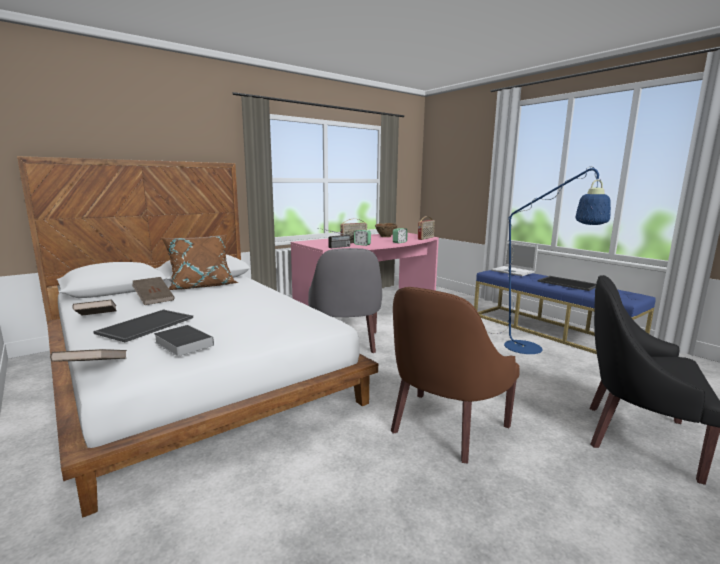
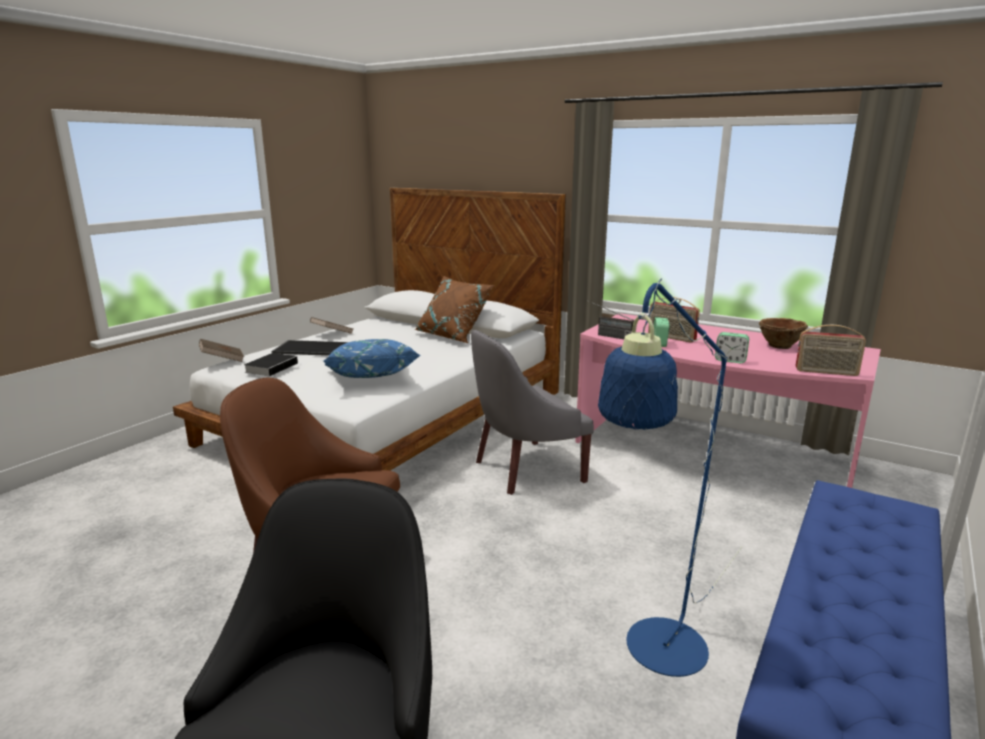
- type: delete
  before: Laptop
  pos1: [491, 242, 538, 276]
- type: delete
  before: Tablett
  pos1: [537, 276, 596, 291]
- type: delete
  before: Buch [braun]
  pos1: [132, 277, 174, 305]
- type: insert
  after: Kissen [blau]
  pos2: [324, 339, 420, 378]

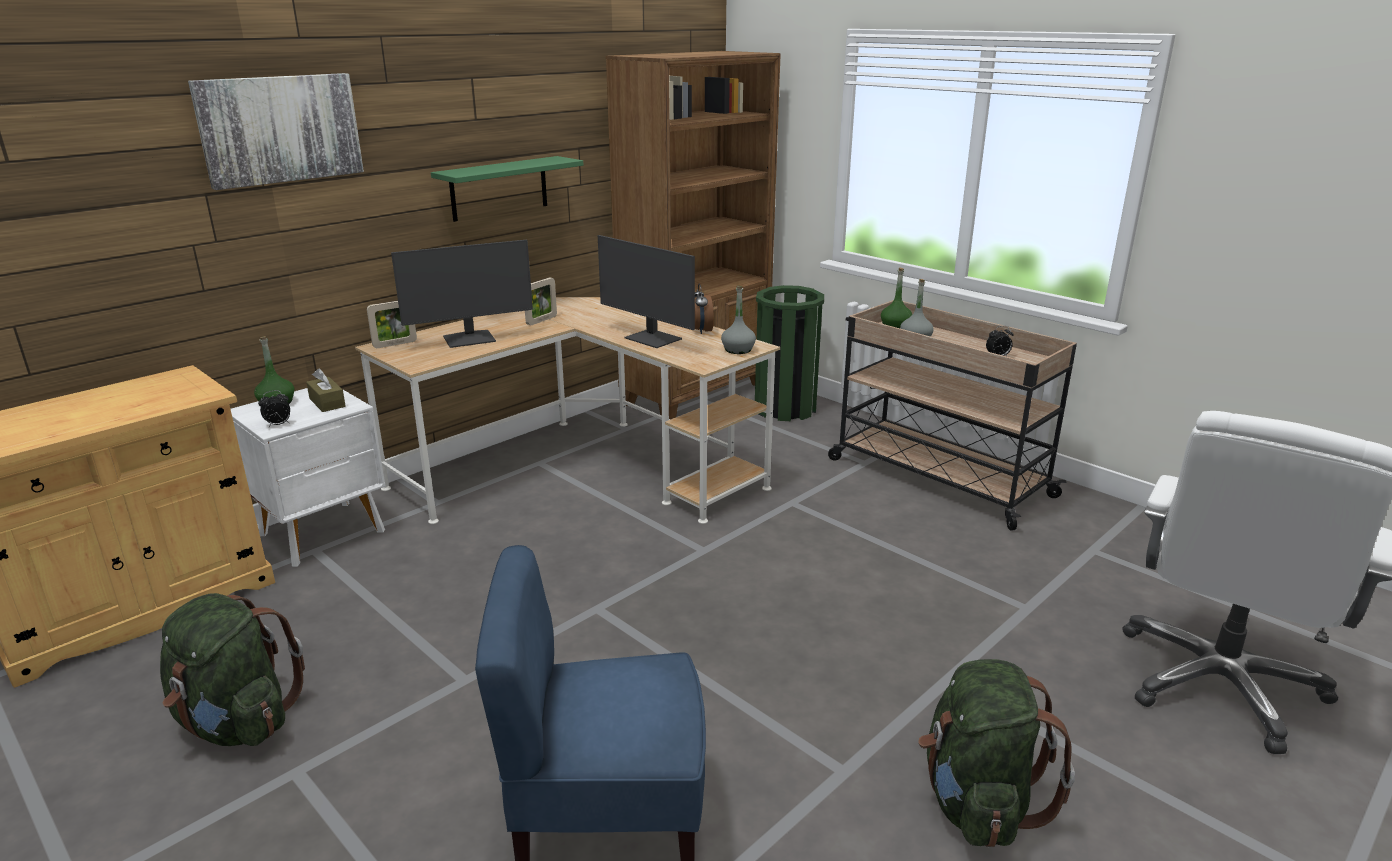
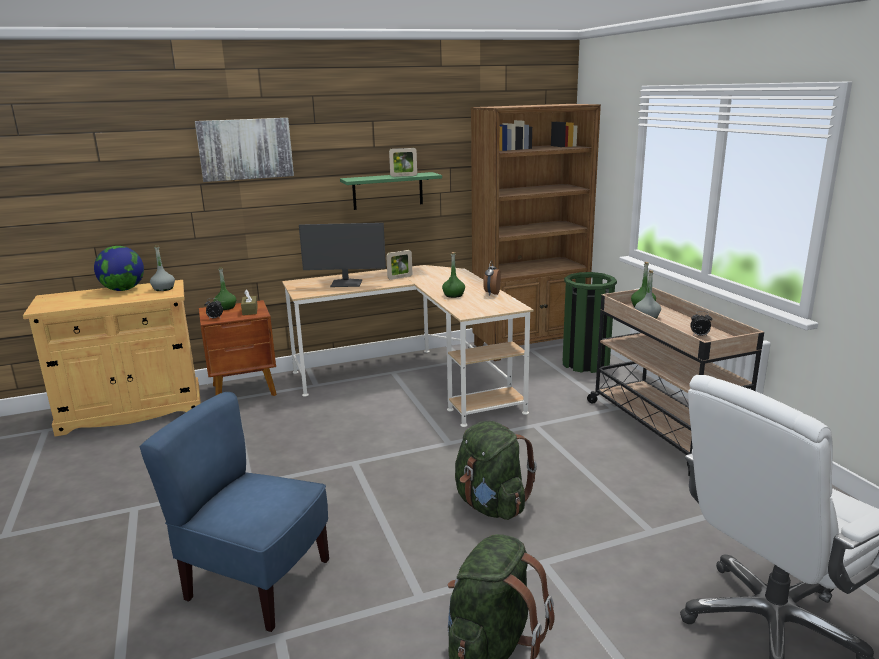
- type: replace
  before: Monitor
  after: Flasche [grün]
  pos1: [598, 235, 695, 348]
  pos2: [442, 252, 465, 298]
- type: move
  before: Flasche [grau]
  pos1: [721, 286, 756, 354]
  pos2: [150, 245, 175, 291]
- type: move
  before: Bilderrahmen
  pos1: [367, 301, 417, 348]
  pos2: [389, 148, 417, 177]
- type: recolor
  before: Nachttisch [weiß]
  after: Nachttisch [braun]
  pos1: [231, 388, 386, 567]
  pos2: [199, 300, 277, 396]
- type: move
  before: Rucksack [grün]
  pos1: [160, 593, 305, 746]
  pos2: [455, 421, 537, 520]
- type: insert
  after: Globus
  pos2: [94, 246, 144, 291]

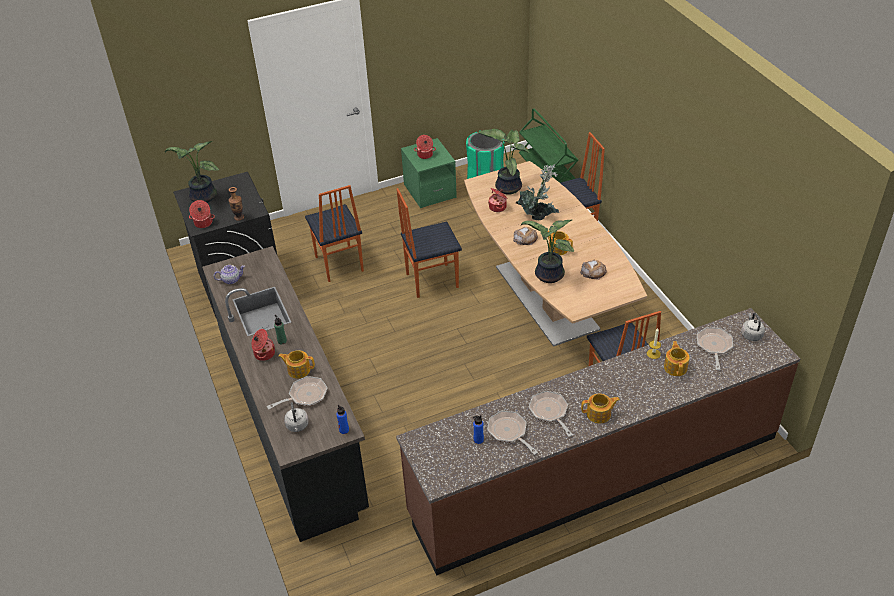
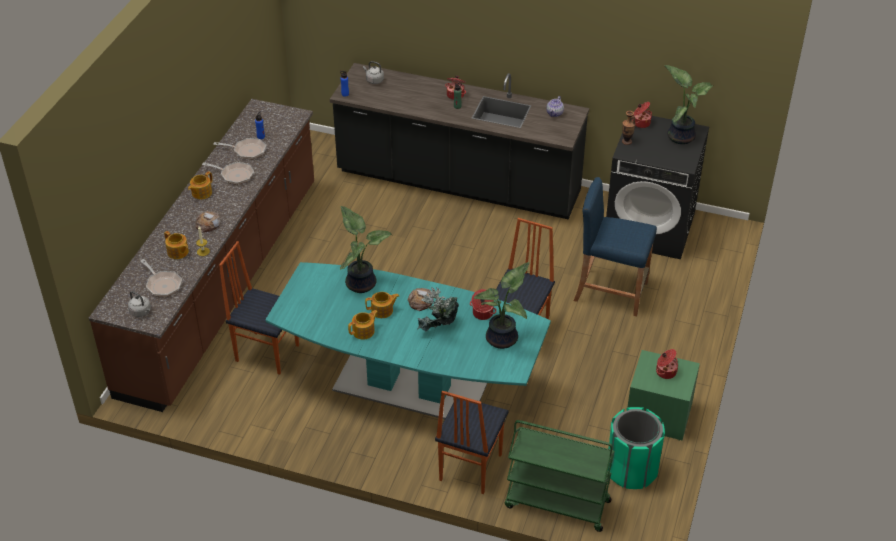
- type: recolor
  before: Esstisch [braun]
  after: Esstisch [türkis]
  pos1: [464, 161, 647, 347]
  pos2: [265, 262, 551, 419]
- type: replace
  before: Stuhl
  after: Hocker [blau]
  pos1: [305, 185, 364, 282]
  pos2: [574, 177, 657, 316]
- type: move
  before: Brot
  pos1: [580, 260, 607, 280]
  pos2: [196, 211, 220, 232]
- type: move
  before: Teekanne
  pos1: [278, 350, 315, 379]
  pos2: [348, 310, 378, 340]
- type: delete
  before: Pfanne
  pos1: [267, 376, 328, 409]

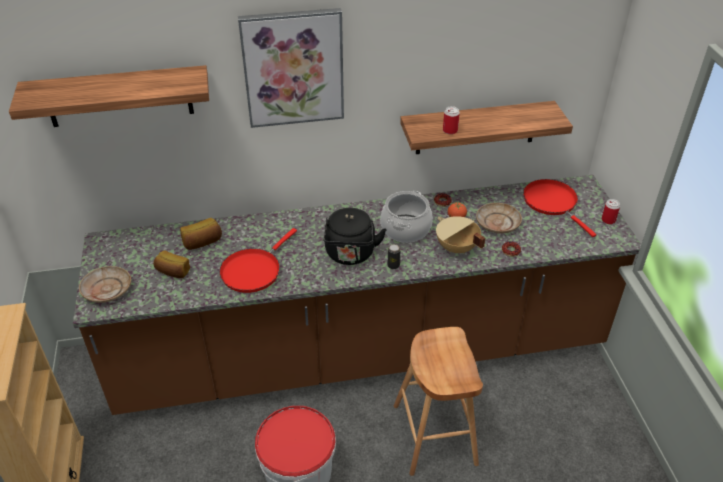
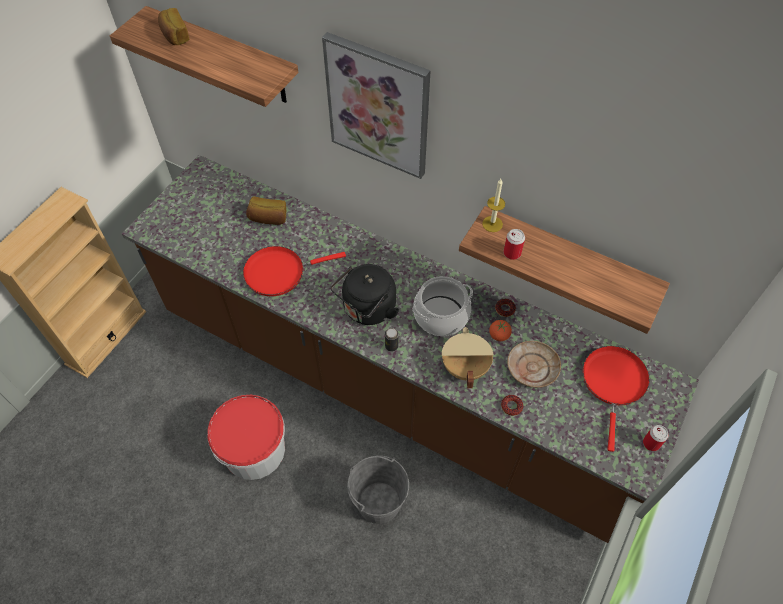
- type: move
  before: Brot
  pos1: [153, 250, 190, 278]
  pos2: [158, 8, 189, 45]
- type: delete
  before: Teller [beige]
  pos1: [79, 266, 131, 303]
- type: replace
  before: Hocker [braun]
  after: Eimer [grau]
  pos1: [394, 327, 483, 476]
  pos2: [347, 455, 409, 524]
- type: insert
  after: Kerze
  pos2: [482, 179, 505, 232]

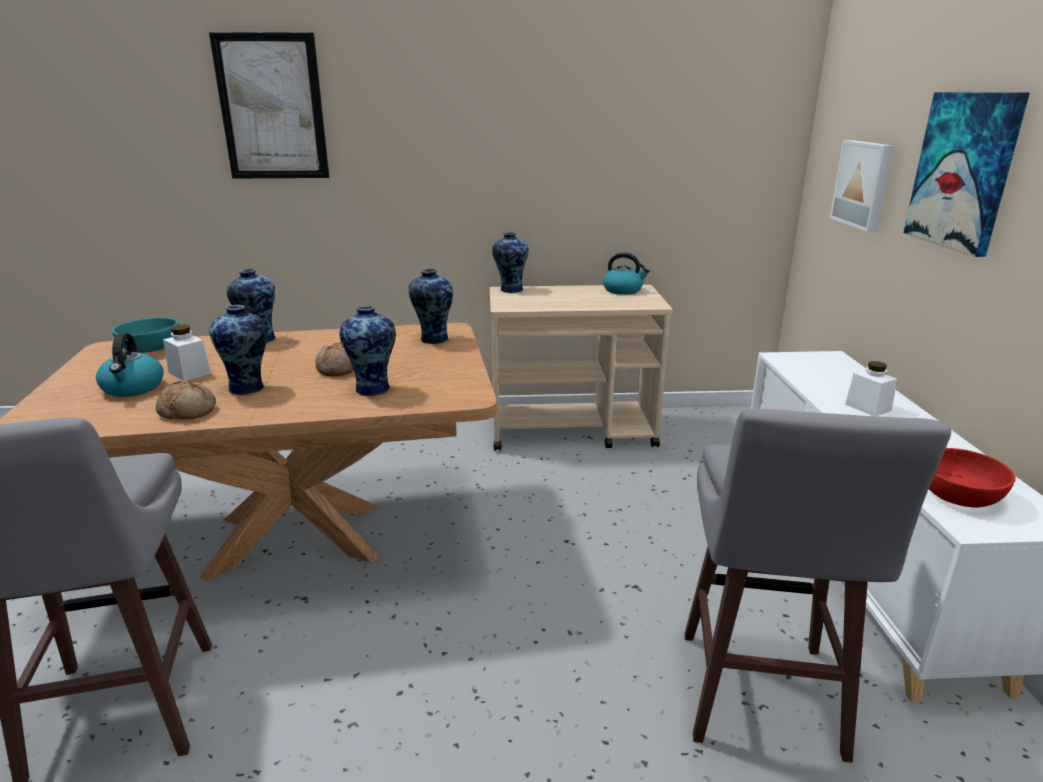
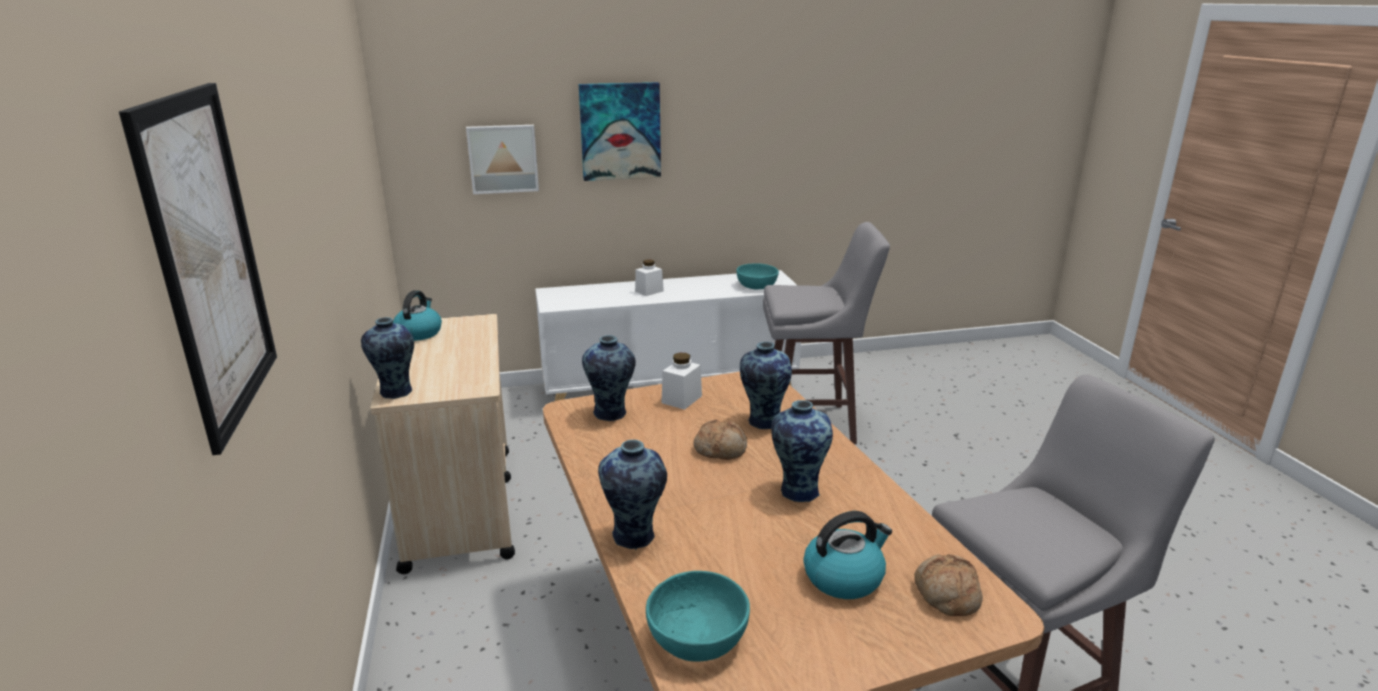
- type: move
  before: Vorratsglas [weiß]
  pos1: [163, 325, 211, 381]
  pos2: [661, 353, 702, 410]
- type: move
  before: Brot
  pos1: [156, 381, 216, 420]
  pos2: [914, 554, 983, 616]
- type: recolor
  before: Schüssel [rot]
  after: Schüssel [türkis]
  pos1: [929, 448, 1016, 508]
  pos2: [736, 263, 779, 289]

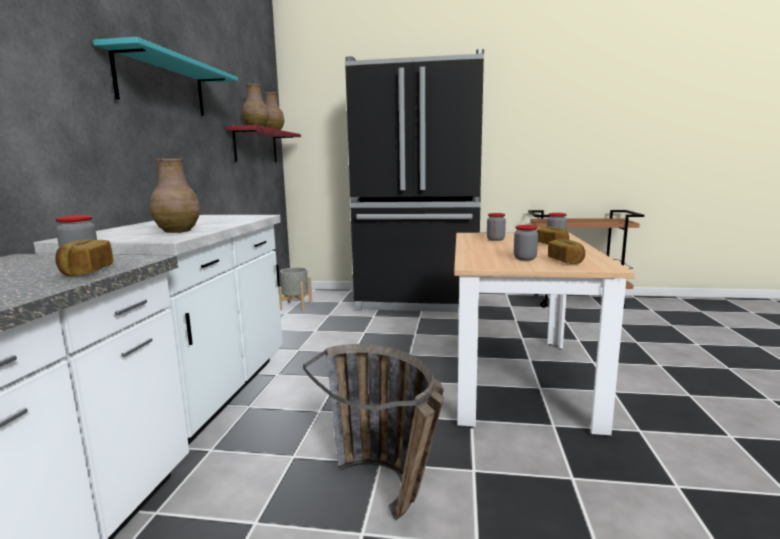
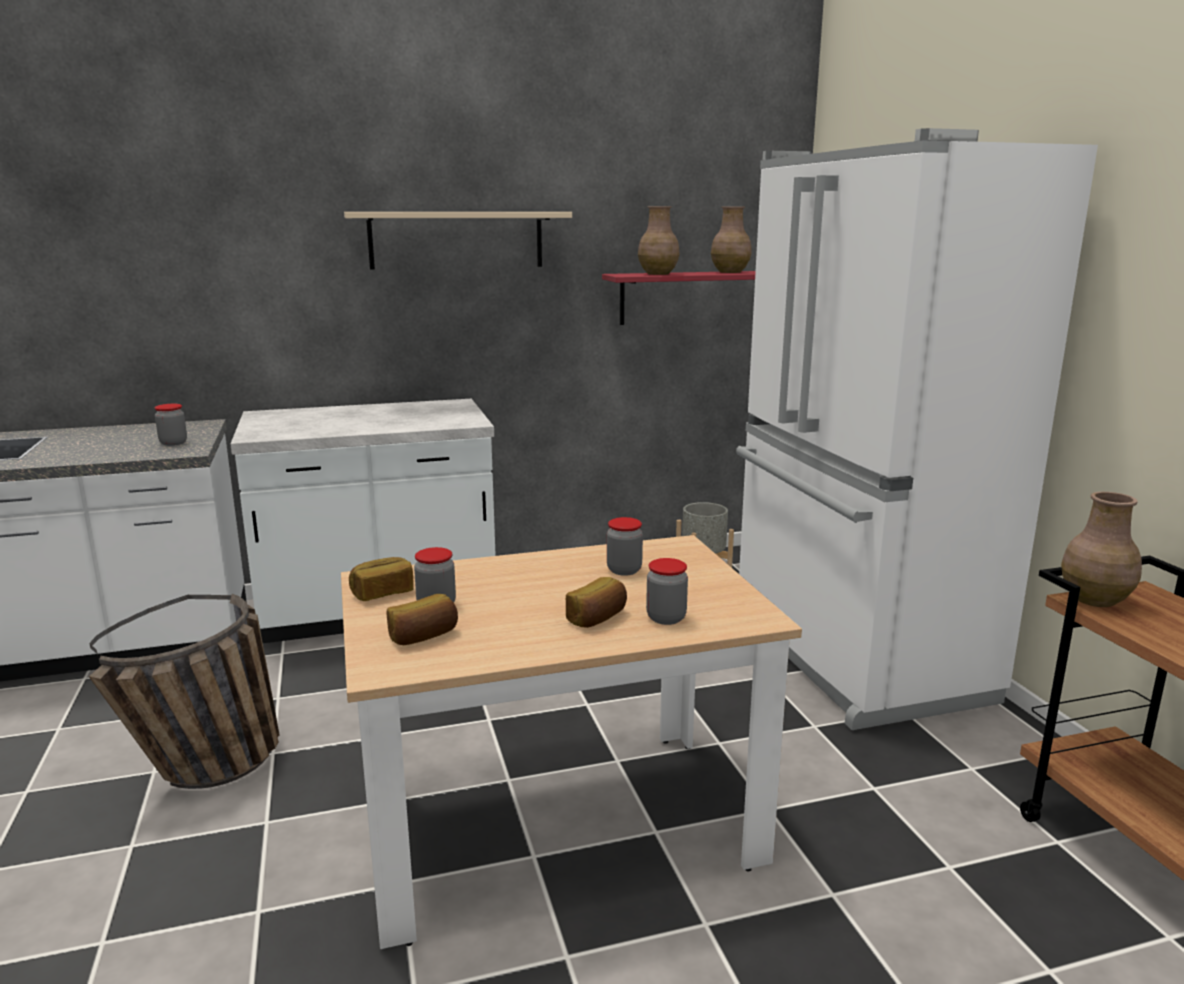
- type: recolor
  before: Wandregal [türkis]
  after: Wandregal [beige]
  pos1: [93, 37, 238, 116]
  pos2: [344, 212, 572, 270]
- type: recolor
  before: Kühlschrank [schwarz]
  after: Kühlschrank [weiß]
  pos1: [345, 49, 484, 312]
  pos2: [736, 128, 1098, 730]
- type: move
  before: Vase [braun]
  pos1: [150, 159, 200, 233]
  pos2: [1061, 492, 1142, 607]
- type: move
  before: Brot
  pos1: [56, 239, 113, 276]
  pos2: [349, 557, 414, 601]

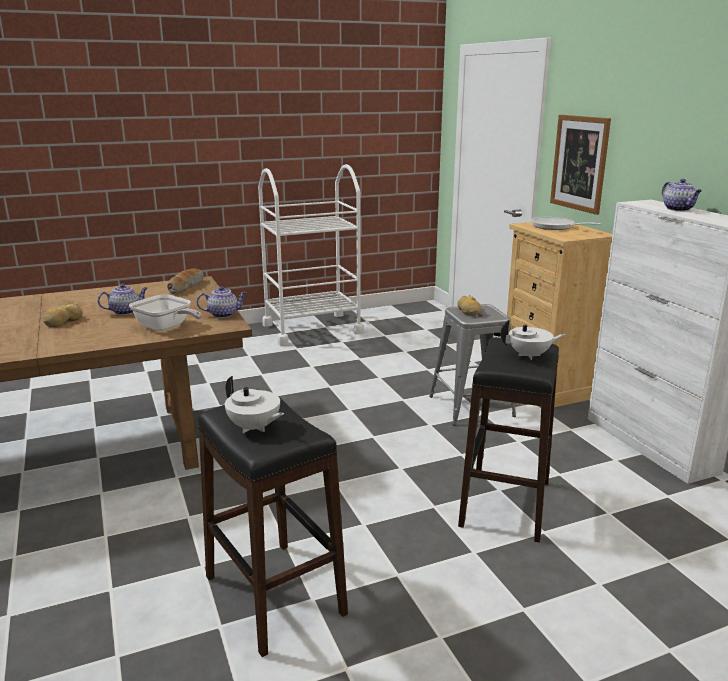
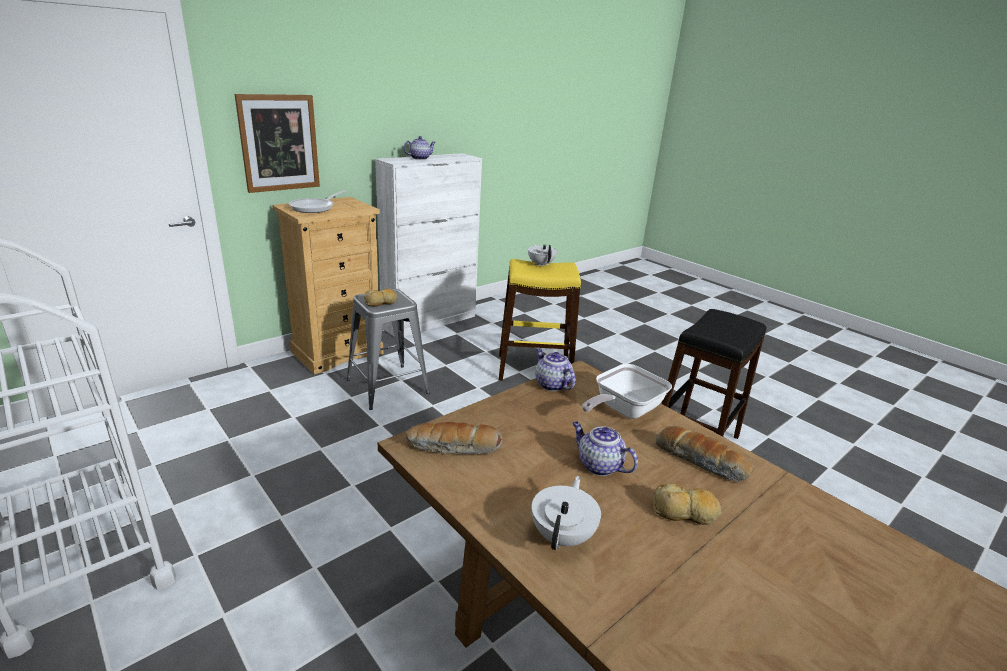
- type: rotate
  before: Pfanne
  pos1: [129, 294, 202, 331]
  pos2: [582, 364, 672, 419]
  turn: -150
- type: recolor
  before: Hocker [schwarz]
  after: Hocker [gelb]
  pos1: [458, 337, 559, 543]
  pos2: [499, 259, 581, 381]
- type: move
  before: Teekanne [weiß]
  pos1: [225, 376, 284, 433]
  pos2: [532, 476, 601, 550]
- type: insert
  after: Brot
  pos2: [656, 426, 754, 482]

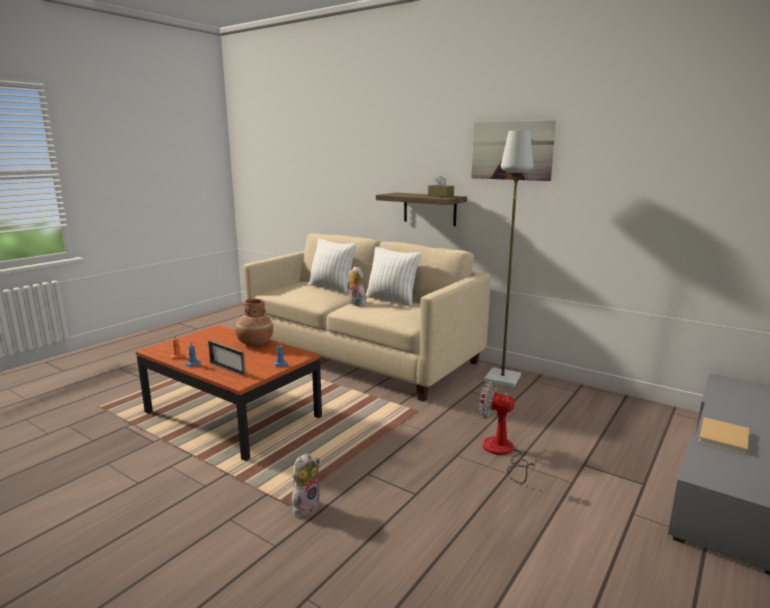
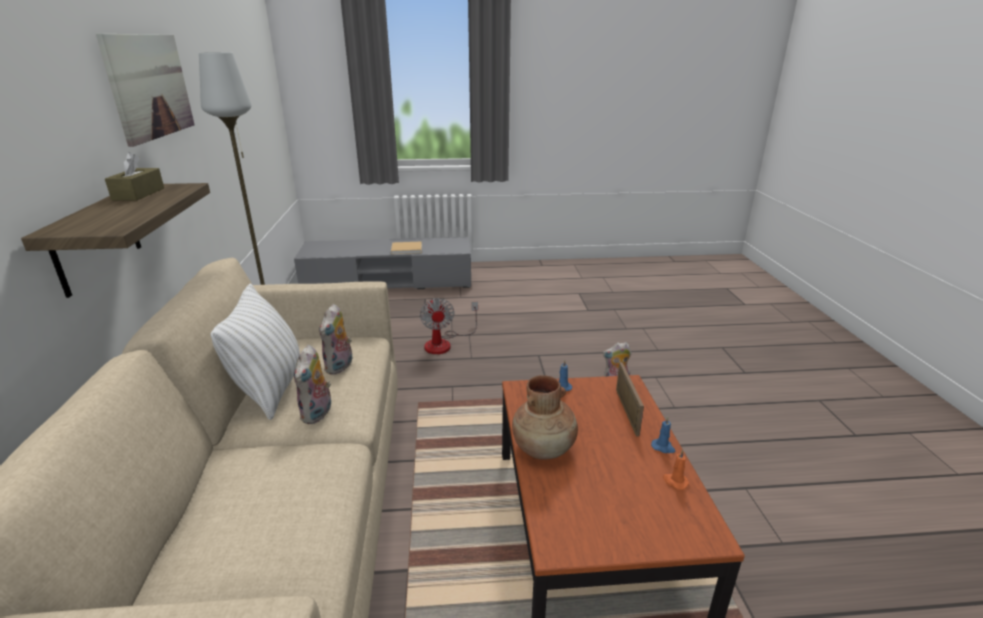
- type: delete
  before: Kissen [weiß]
  pos1: [309, 239, 356, 293]
- type: insert
  after: Plüschtier
  pos2: [319, 304, 352, 375]

